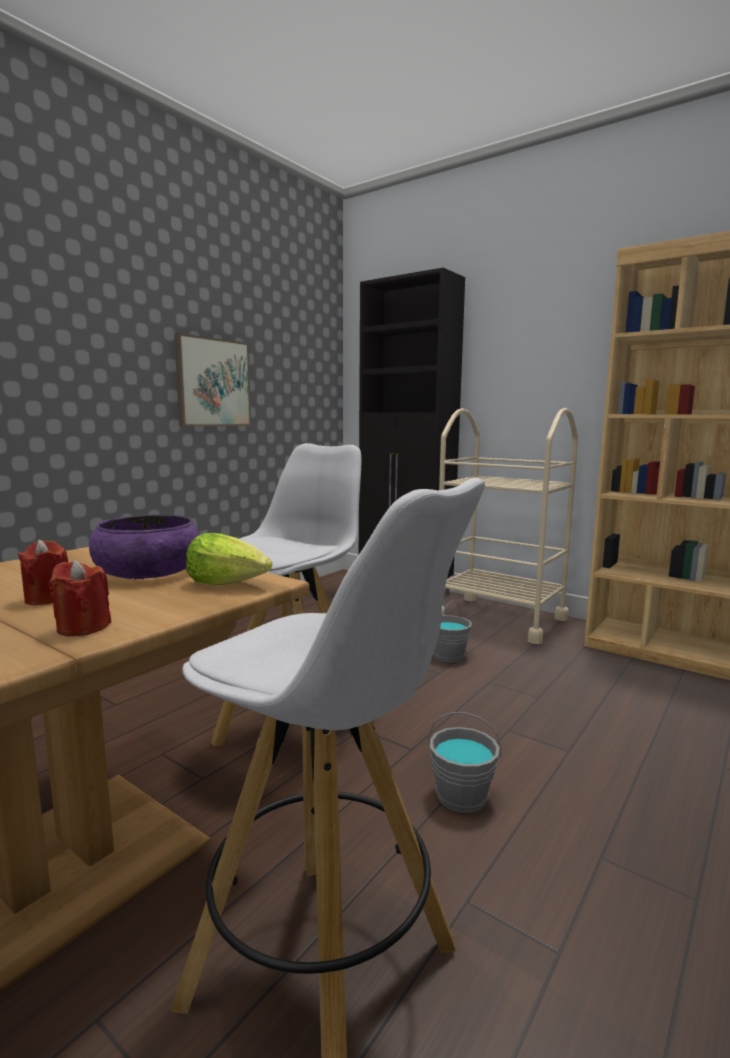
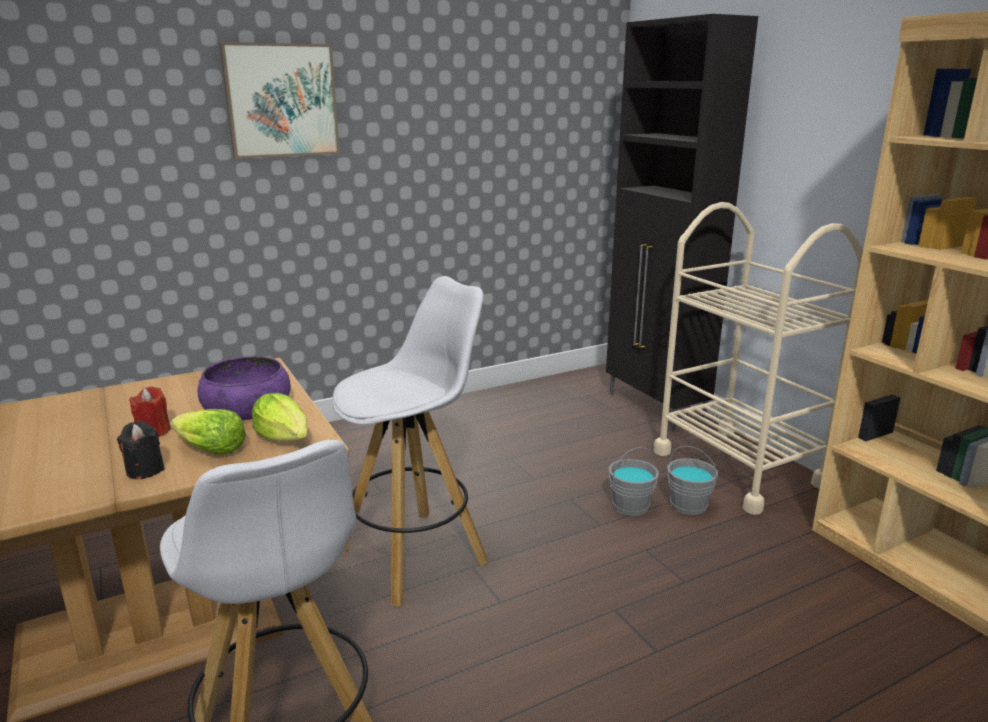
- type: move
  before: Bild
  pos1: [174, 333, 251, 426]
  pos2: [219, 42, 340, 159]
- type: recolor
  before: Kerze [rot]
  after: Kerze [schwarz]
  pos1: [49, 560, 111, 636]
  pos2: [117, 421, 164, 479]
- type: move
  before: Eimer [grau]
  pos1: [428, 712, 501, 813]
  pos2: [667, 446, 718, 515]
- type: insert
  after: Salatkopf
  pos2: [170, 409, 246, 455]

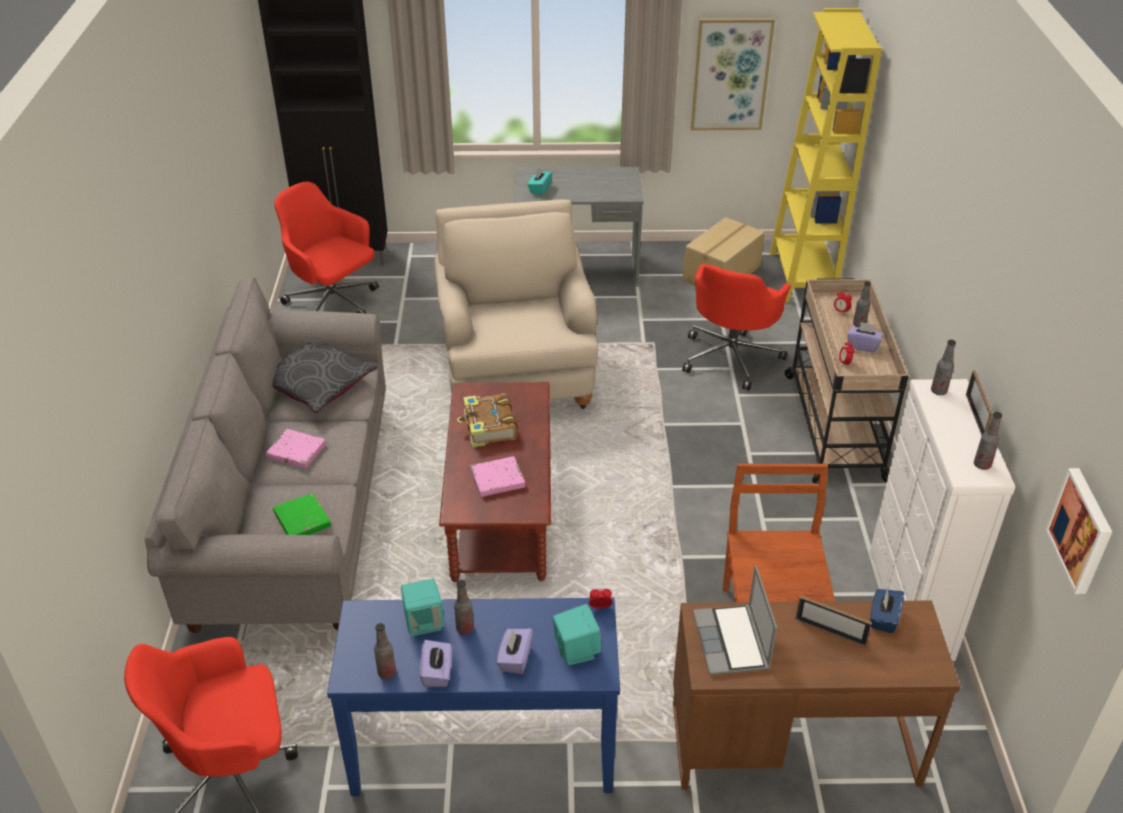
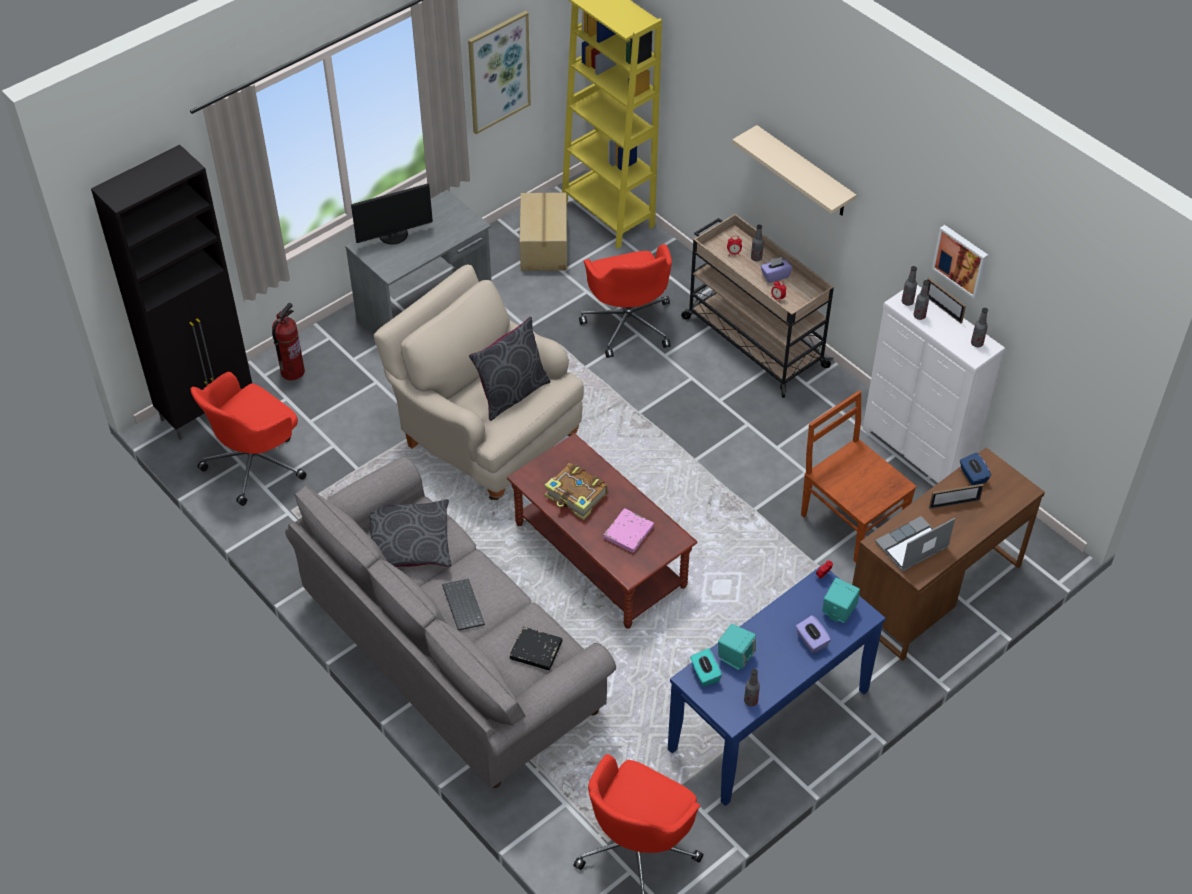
- type: move
  before: Taschentuchbox [türkis]
  pos1: [527, 167, 552, 195]
  pos2: [690, 648, 722, 686]
- type: rotate
  before: Bürostuhl [rot]
  pos1: [274, 182, 379, 314]
  pos2: [191, 372, 307, 506]
  turn: -45
- type: replace
  before: Buch [rosa]
  after: Tastatur
  pos1: [266, 429, 326, 469]
  pos2: [442, 579, 485, 631]
- type: move
  before: Bild
  pos1: [1045, 468, 1112, 594]
  pos2: [932, 225, 988, 298]
- type: recolor
  before: Buch [grün]
  after: Buch [schwarz]
  pos1: [273, 492, 331, 535]
  pos2: [510, 627, 562, 670]
- type: rotate
  before: Laptop
  pos1: [693, 565, 777, 675]
  pos2: [875, 516, 955, 572]
  turn: 105
- type: move
  before: Flasche
  pos1: [454, 580, 474, 635]
  pos2: [913, 280, 929, 320]
- type: delete
  before: Taschentuchbox [lila]
  pos1: [420, 640, 452, 687]
- type: insert
  after: Wandregal [beige]
  pos2: [732, 125, 856, 216]
- type: insert
  after: Monitor
  pos2: [351, 183, 433, 245]
- type: insert
  after: Feuerlöscher
  pos2: [272, 303, 305, 380]
- type: insert
  after: Kissen [grau]
  pos2: [469, 316, 550, 421]

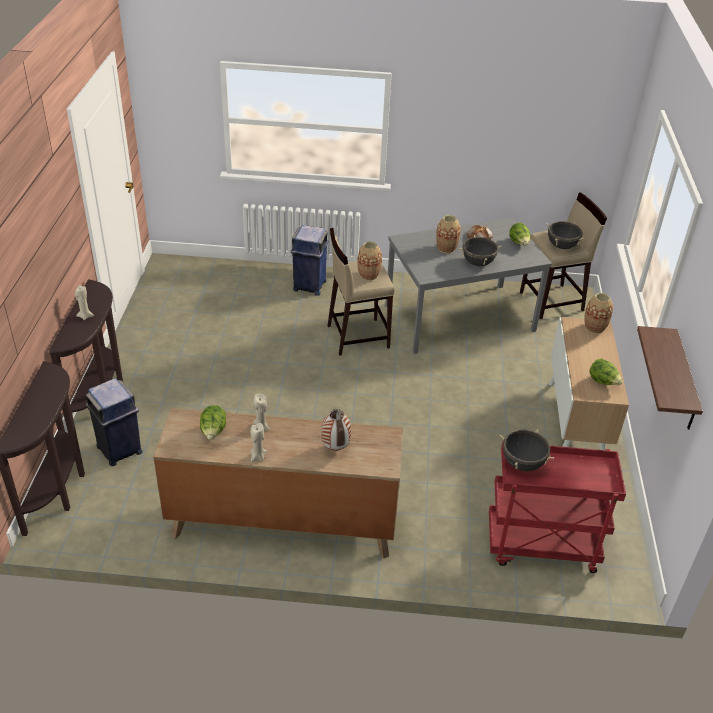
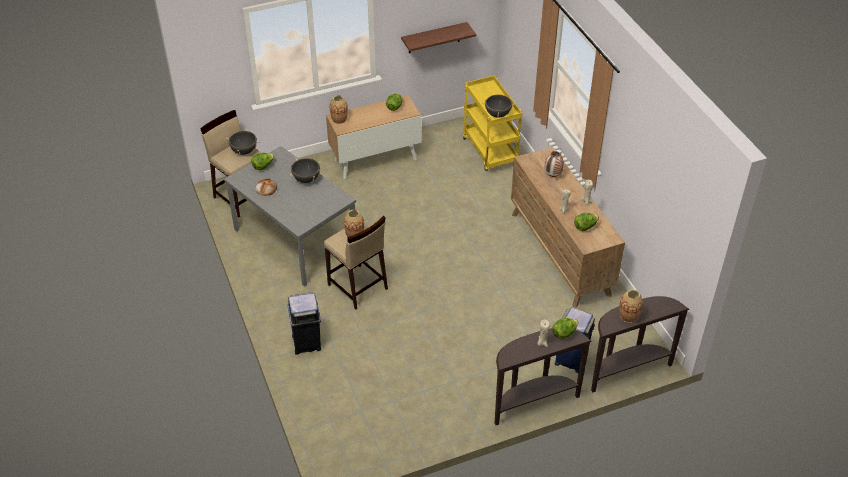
- type: move
  before: Vase
  pos1: [436, 215, 461, 253]
  pos2: [619, 289, 643, 323]
- type: recolor
  before: Rollwagen [rot]
  after: Rollwagen [gelb]
  pos1: [489, 442, 626, 573]
  pos2: [463, 76, 522, 171]
- type: insert
  after: Salatkopf
  pos2: [552, 318, 578, 339]

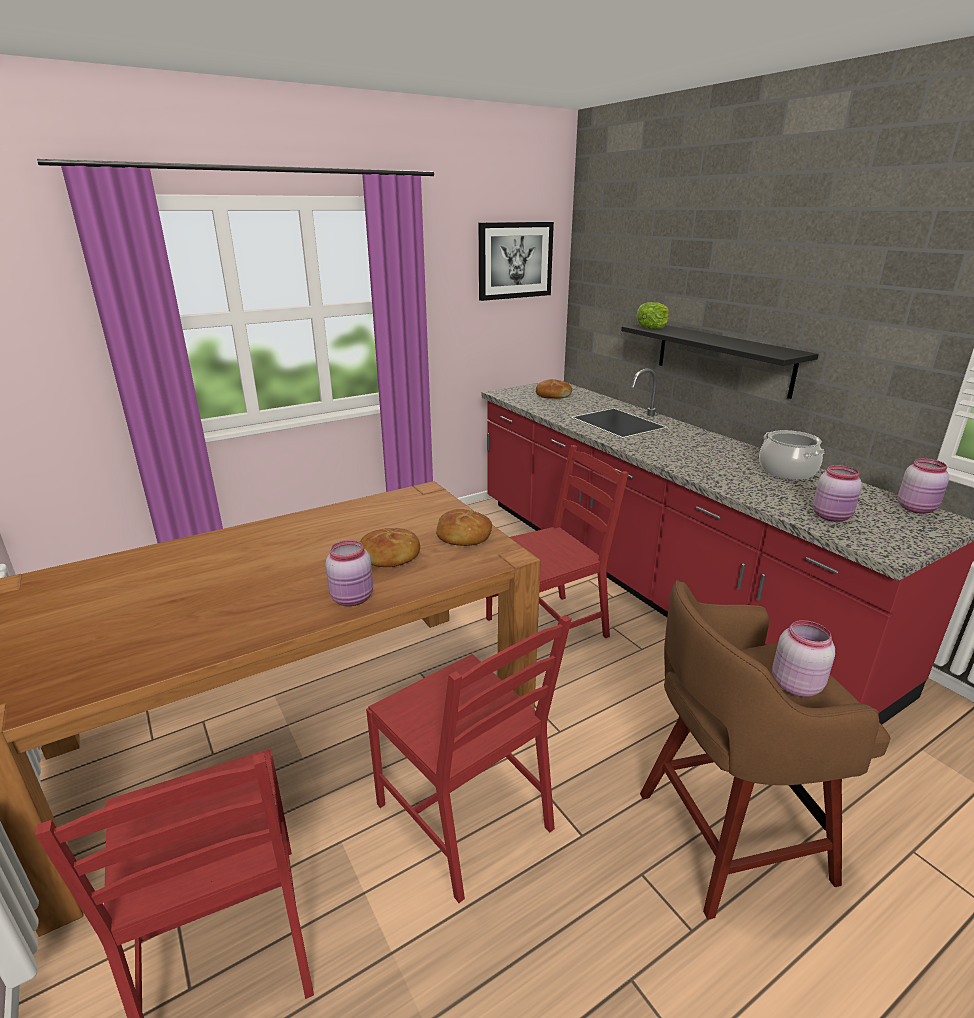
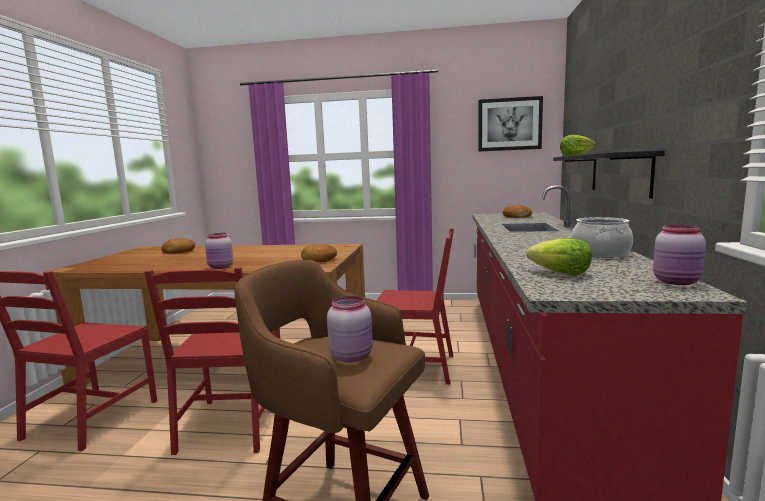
- type: replace
  before: Vorratsglas [rosa]
  after: Salatkopf
  pos1: [813, 465, 862, 522]
  pos2: [527, 238, 592, 275]
- type: move
  before: Brot
  pos1: [360, 528, 420, 567]
  pos2: [161, 238, 195, 253]

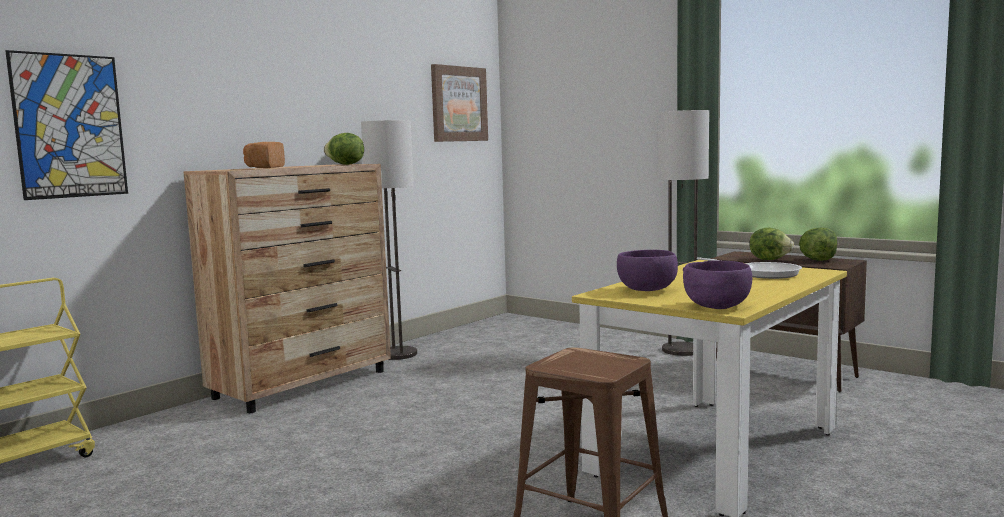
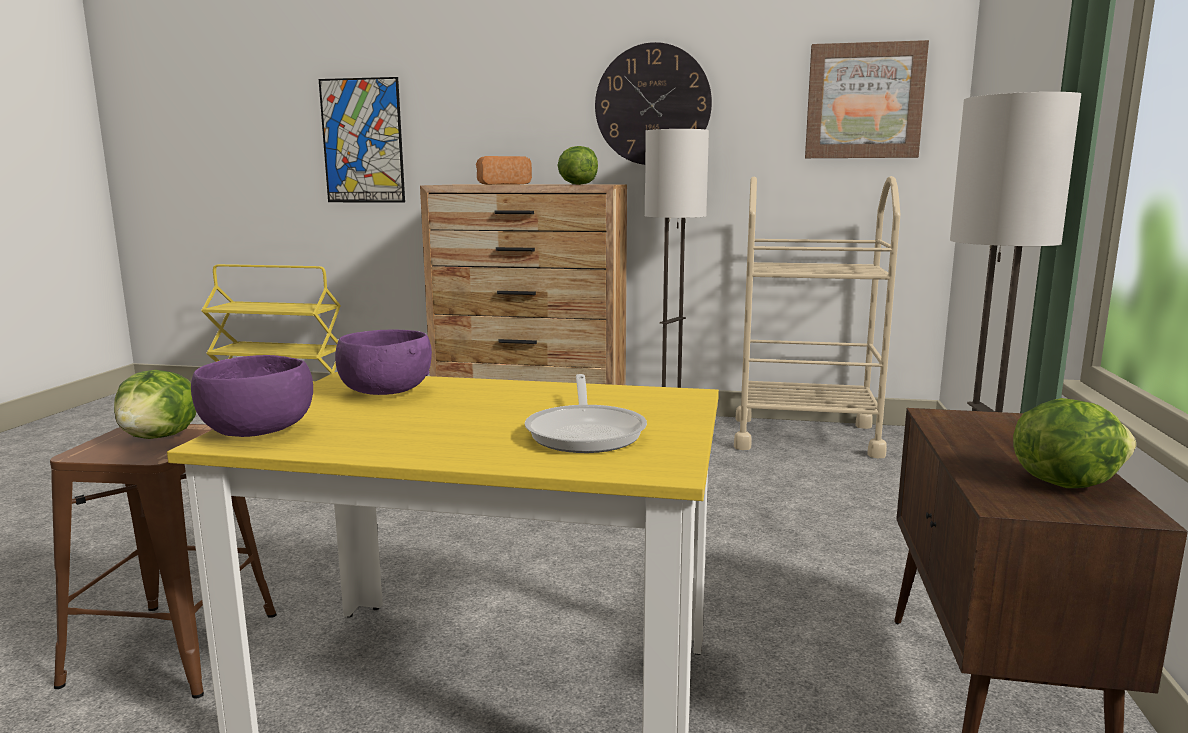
- type: move
  before: Salatkopf
  pos1: [749, 228, 794, 260]
  pos2: [114, 370, 196, 439]
- type: insert
  after: Wanduhr
  pos2: [595, 42, 712, 165]
- type: insert
  after: Rollwagen [beige]
  pos2: [734, 176, 900, 458]

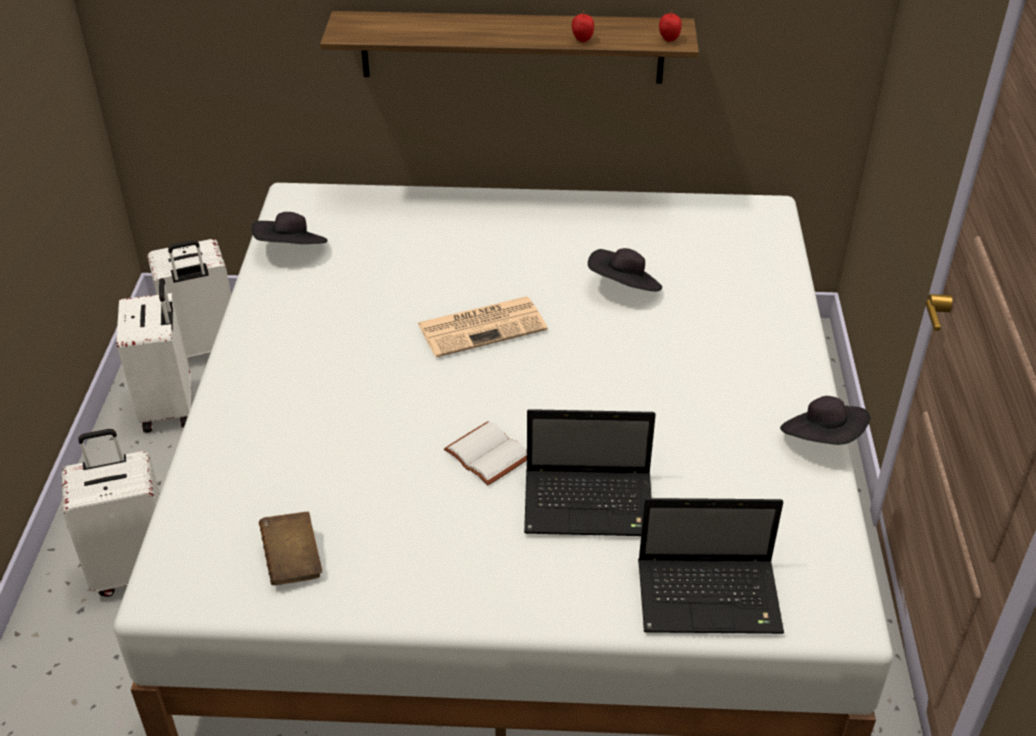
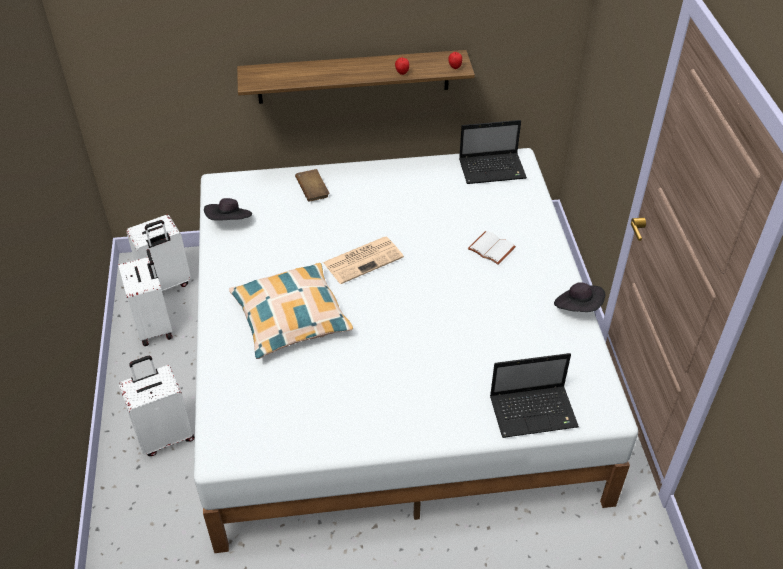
- type: delete
  before: Hut [schwarz]
  pos1: [588, 248, 662, 291]
- type: move
  before: Laptop
  pos1: [524, 409, 656, 536]
  pos2: [459, 120, 527, 184]
- type: move
  before: Buch [weiß]
  pos1: [444, 421, 527, 485]
  pos2: [467, 231, 516, 265]
- type: move
  before: Buch [braun]
  pos1: [259, 512, 322, 585]
  pos2: [295, 169, 330, 201]
- type: insert
  after: Kissen
  pos2: [229, 263, 353, 359]

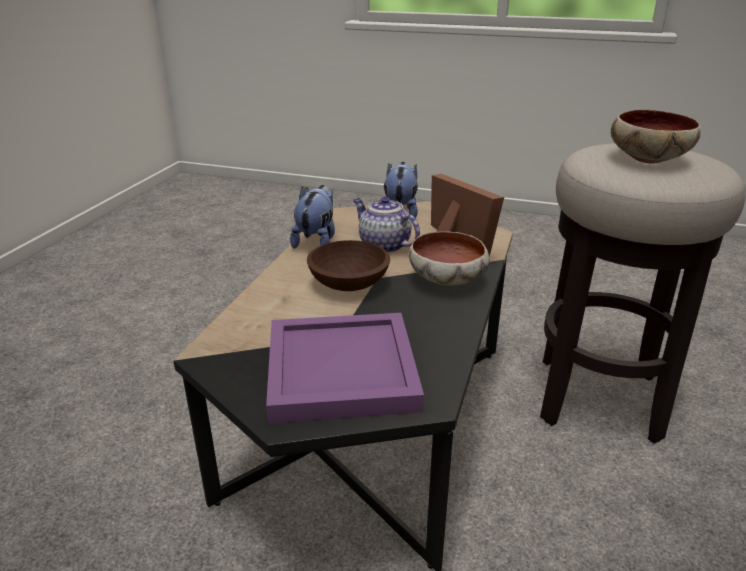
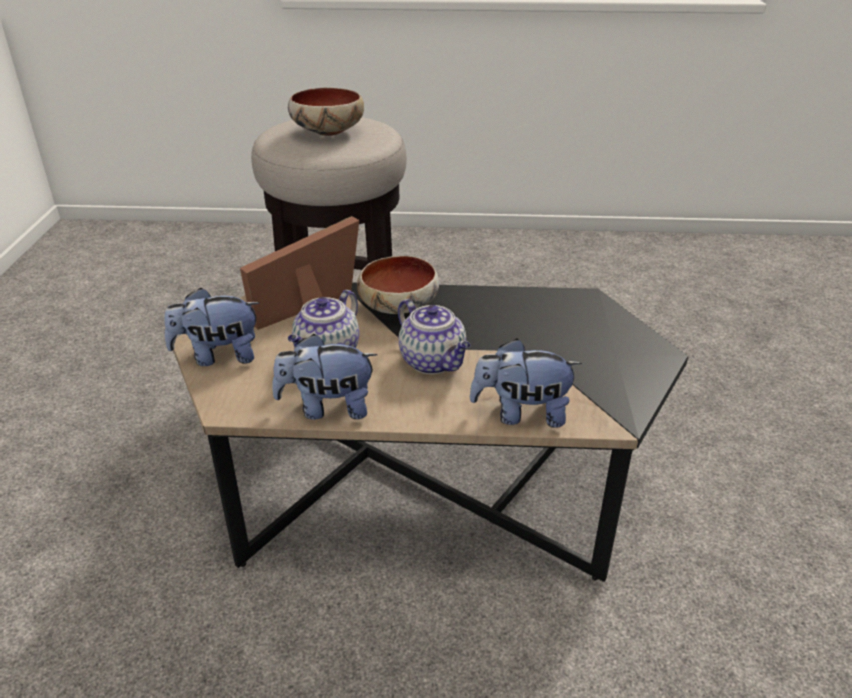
- type: replace
  before: Schüssel [braun]
  after: Teekanne
  pos1: [307, 240, 390, 291]
  pos2: [398, 299, 471, 374]
- type: delete
  before: Tablett [lila]
  pos1: [266, 313, 424, 424]
- type: insert
  after: Plüschtier
  pos2: [470, 338, 582, 428]

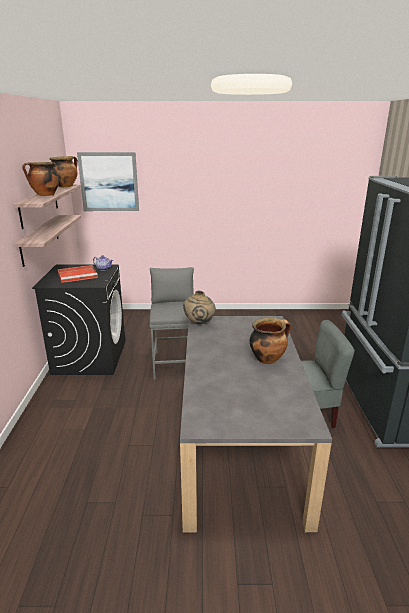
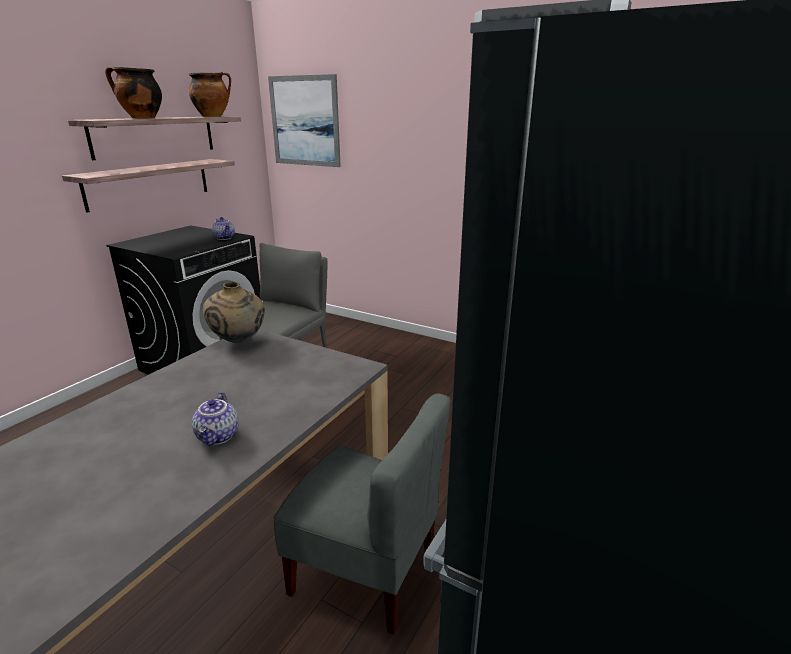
- type: delete
  before: Tablett [rot]
  pos1: [58, 265, 98, 283]
- type: replace
  before: Kochtopf
  after: Teekanne
  pos1: [250, 318, 291, 364]
  pos2: [192, 392, 239, 446]

